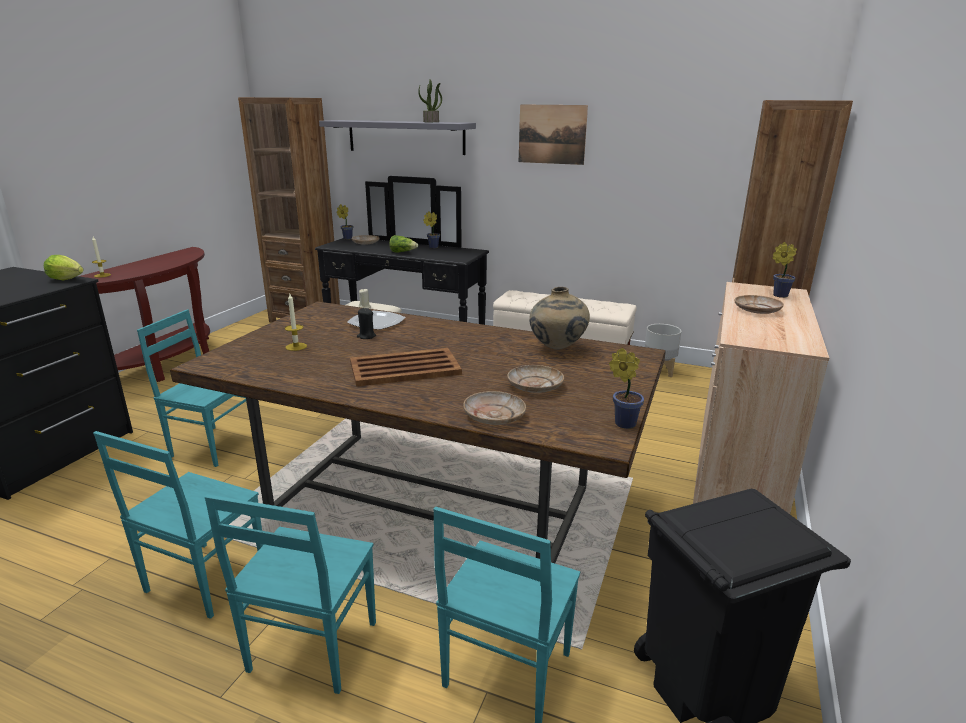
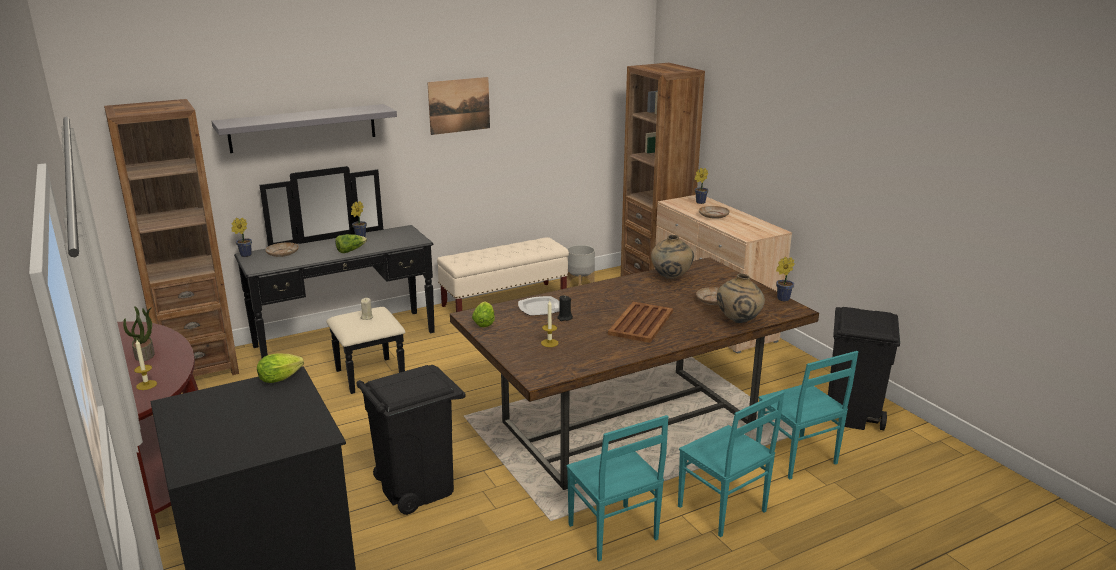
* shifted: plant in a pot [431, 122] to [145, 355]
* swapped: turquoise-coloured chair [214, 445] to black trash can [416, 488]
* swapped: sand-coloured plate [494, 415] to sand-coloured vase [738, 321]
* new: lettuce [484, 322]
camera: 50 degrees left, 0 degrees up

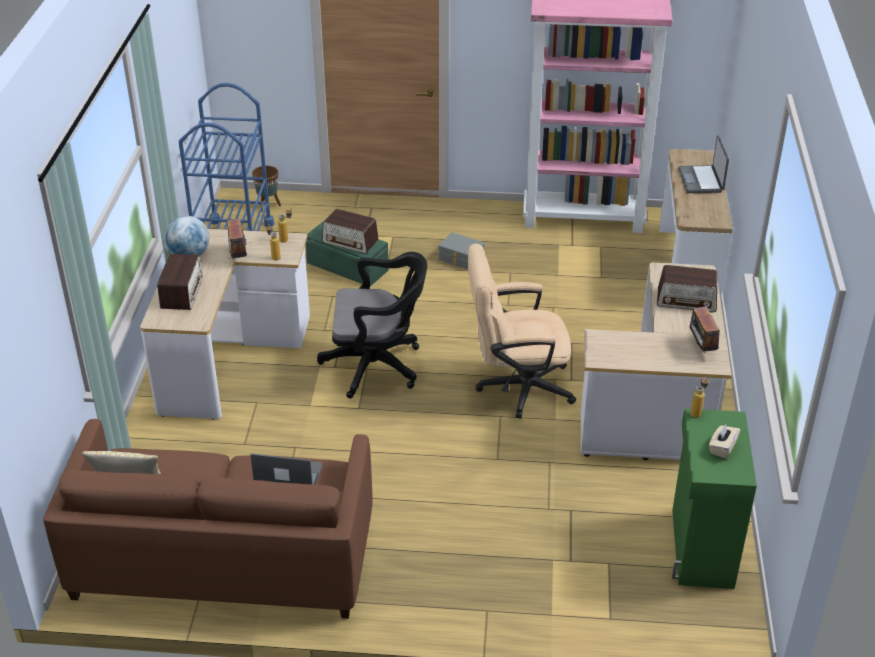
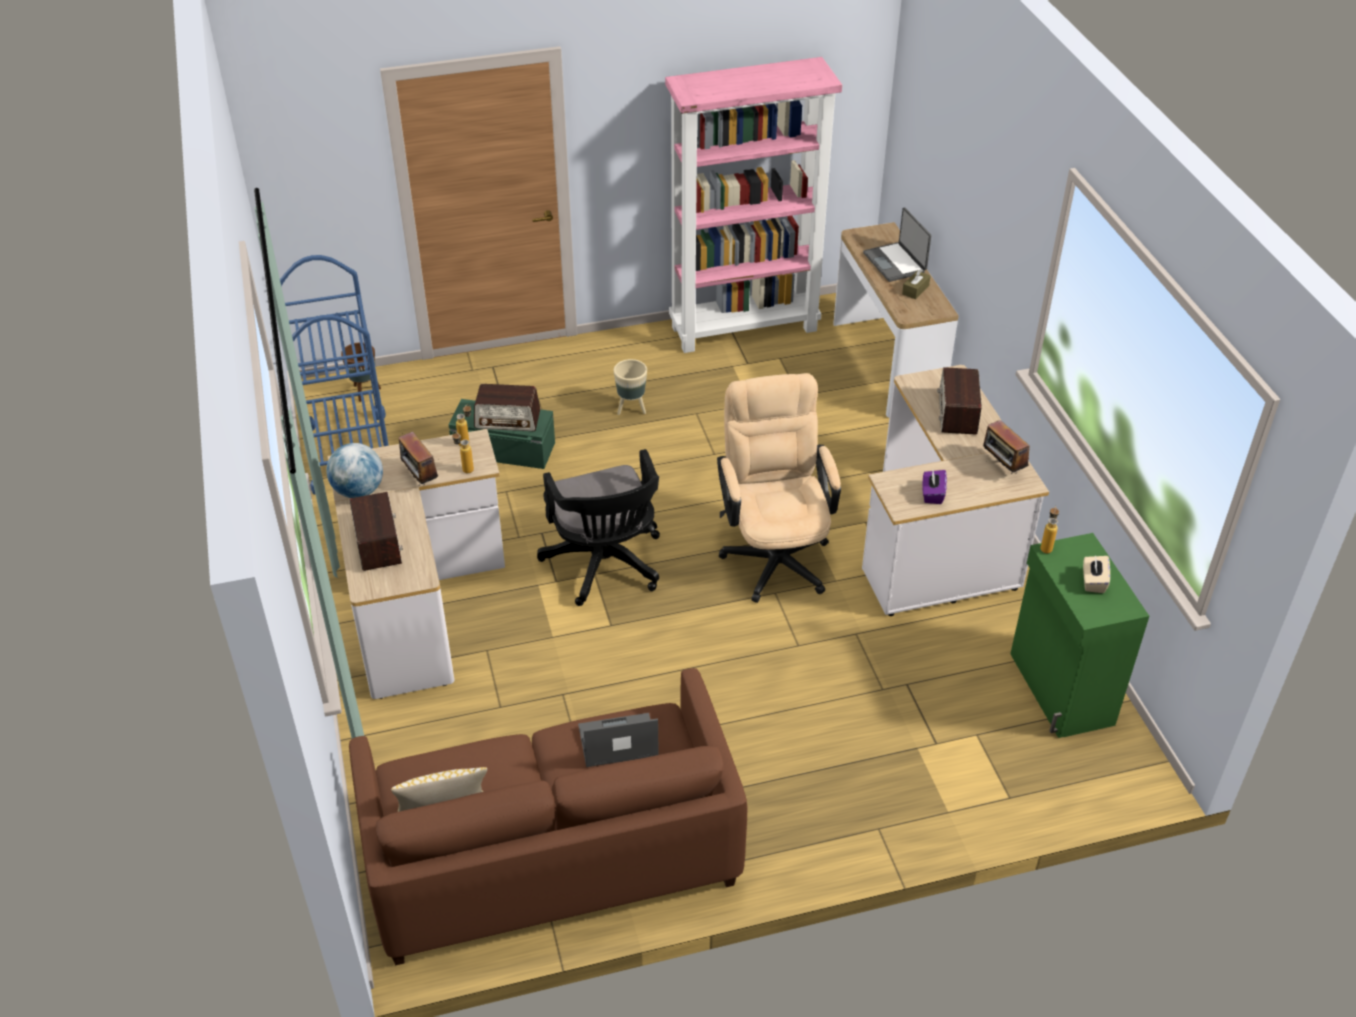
* swapped: greyish storage box [461, 259] to sand-coloured plant pot [631, 409]
* rotated: sand-coloured desk chair [516, 387] = [774, 553] 105 degrees clockwise
* rotated: black desk chair [378, 366] = [606, 567] 90 degrees clockwise
* rotated: radio [687, 300] = [957, 413] 105 degrees clockwise
* new: brownish tissue box [915, 290]
* new: purple-coloured tissue box [932, 494]
camera: 20 degrees left, 5 degrees up

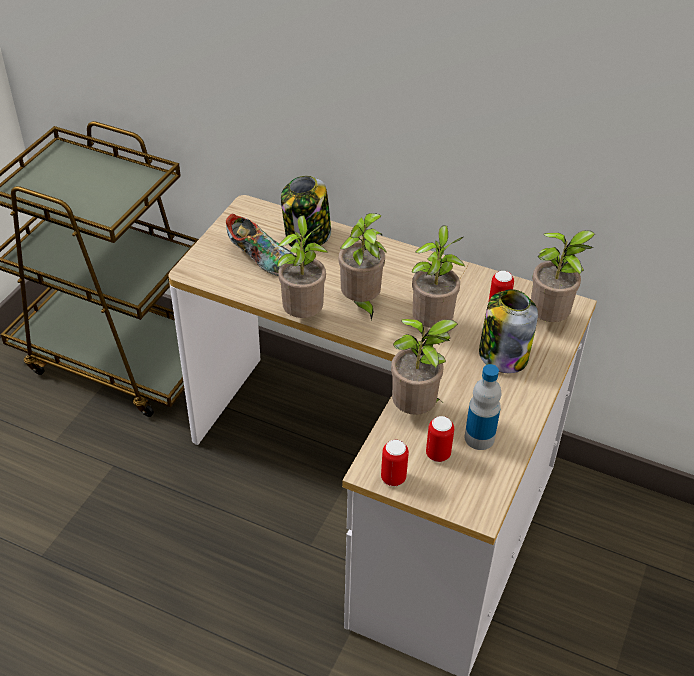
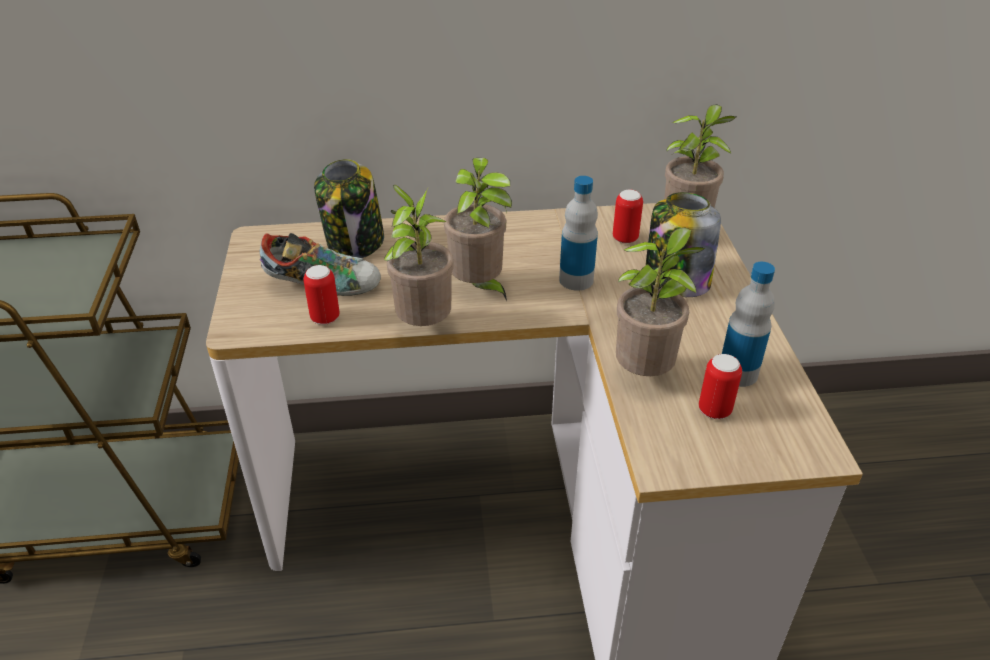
* swapped: plant in a pot [432, 325] to beverage bottle [576, 280]
* shifted: sealed can [393, 478] to [325, 318]
camera: 30 degrees left, 5 degrees down

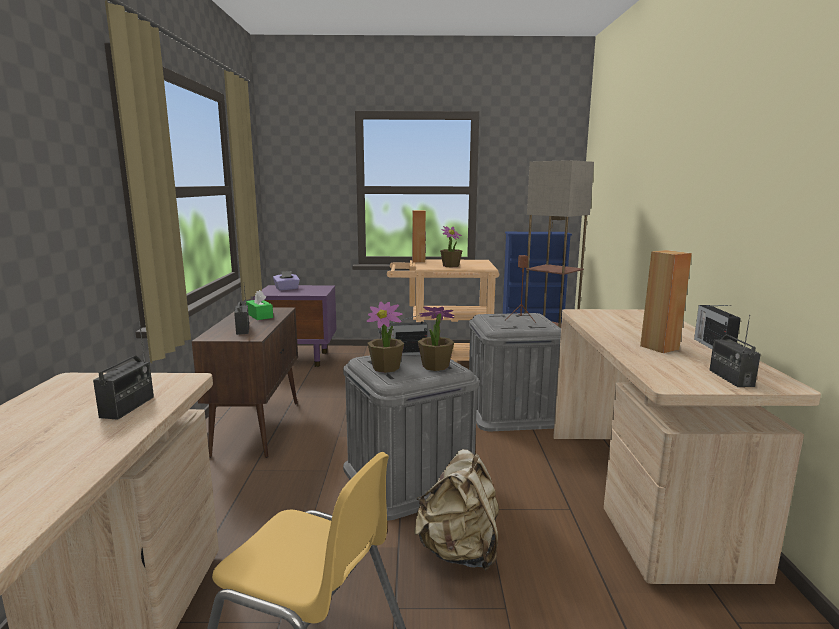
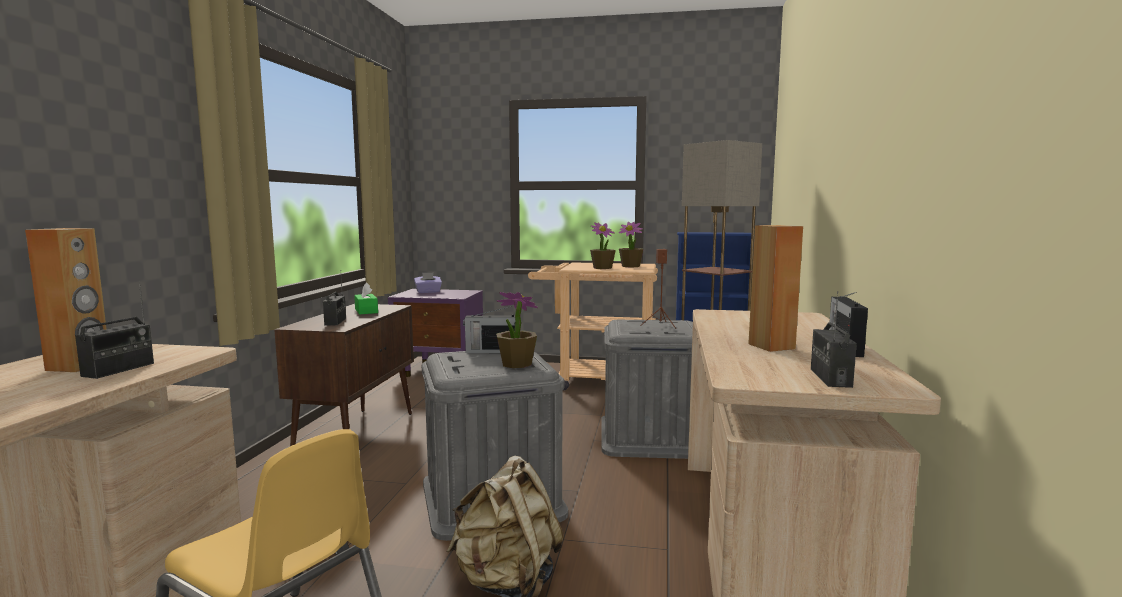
* shifted: brownish speaker [419, 261] to [79, 366]
* shifted: plant in a pot [386, 368] to [630, 266]
camera: 10 degrees right, 5 degrees down

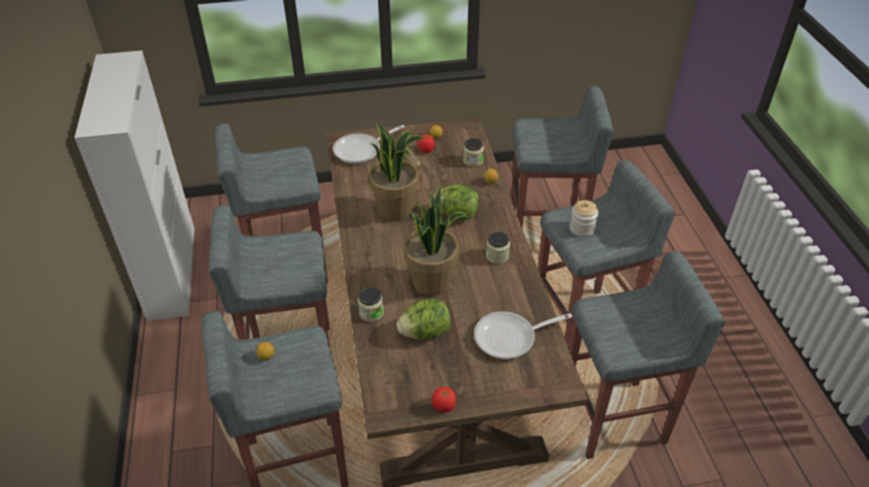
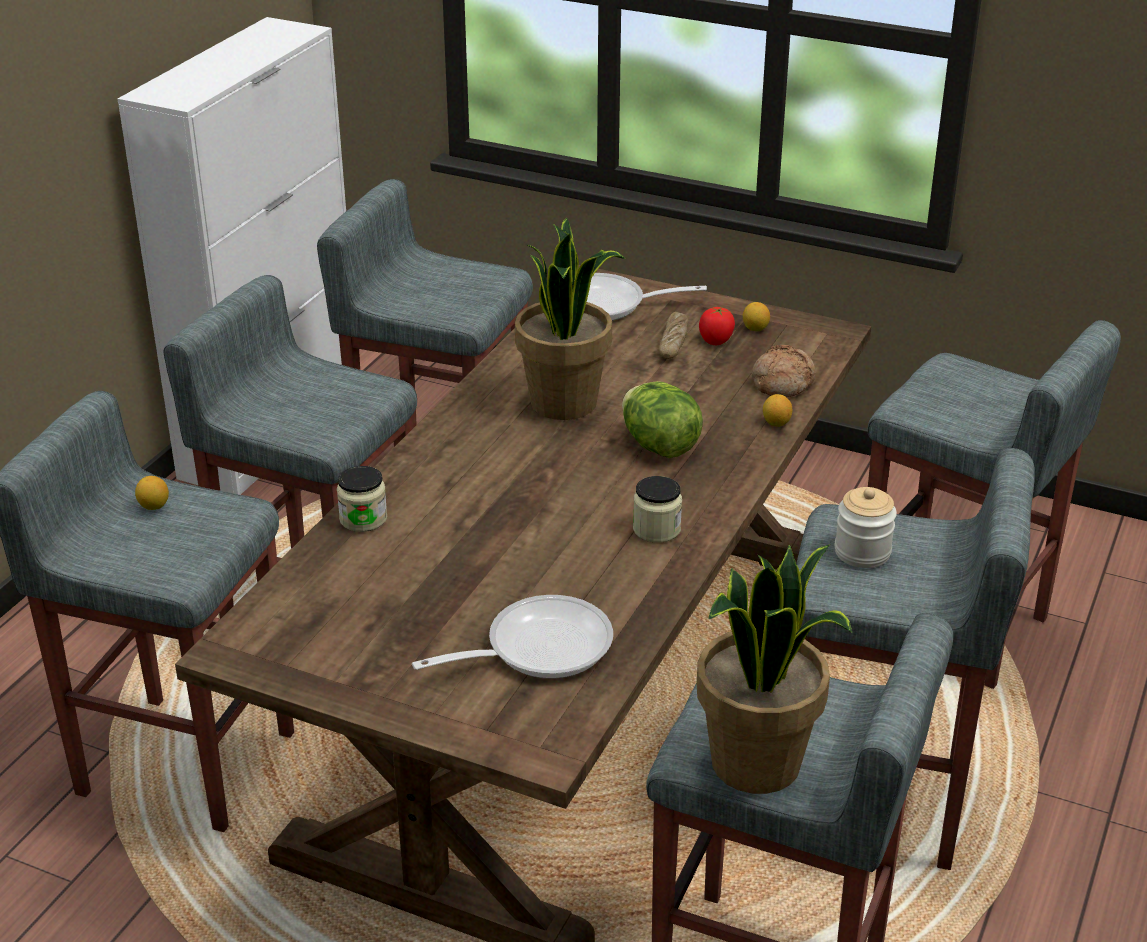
* swapped: jar [473, 160] to baked bread [781, 382]
* shifted: plant in a pot [432, 282] to [757, 764]
* gone: lettuce [425, 332]
* rotated: skillet [510, 338] = [538, 648] 135 degrees clockwise
* gone: whole tomato [443, 406]
camera: 35 degrees right, 10 degrees down

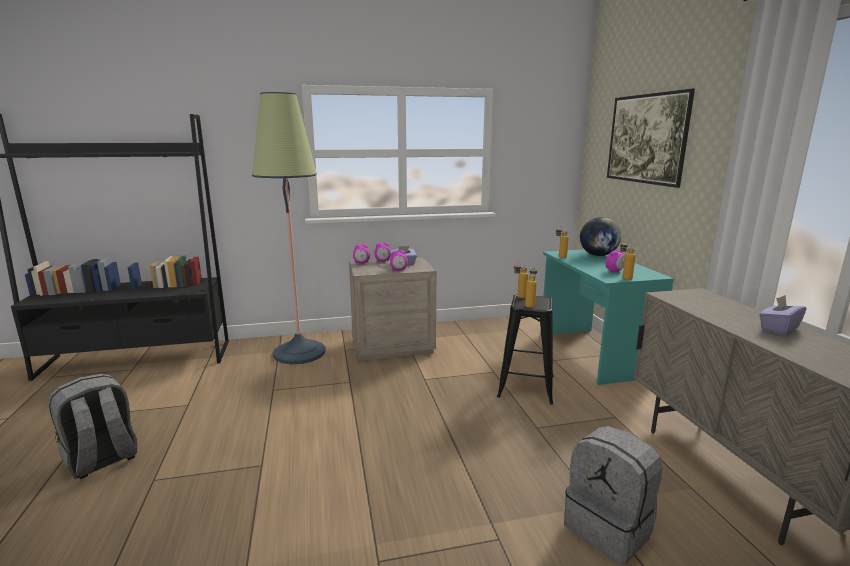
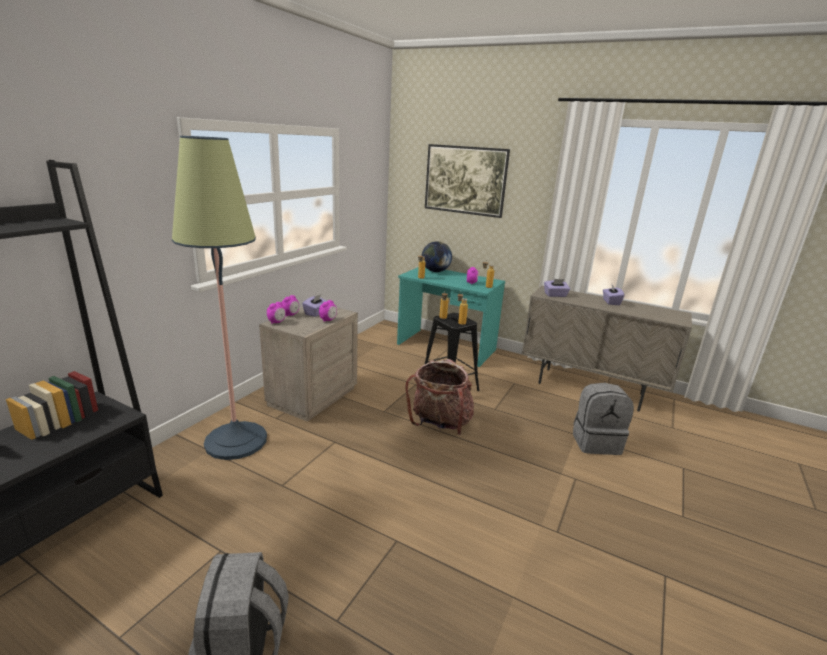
* new: purple-coloured tissue box [555, 295]
* new: backpack [440, 423]
camera: 50 degrees left, 5 degrees up

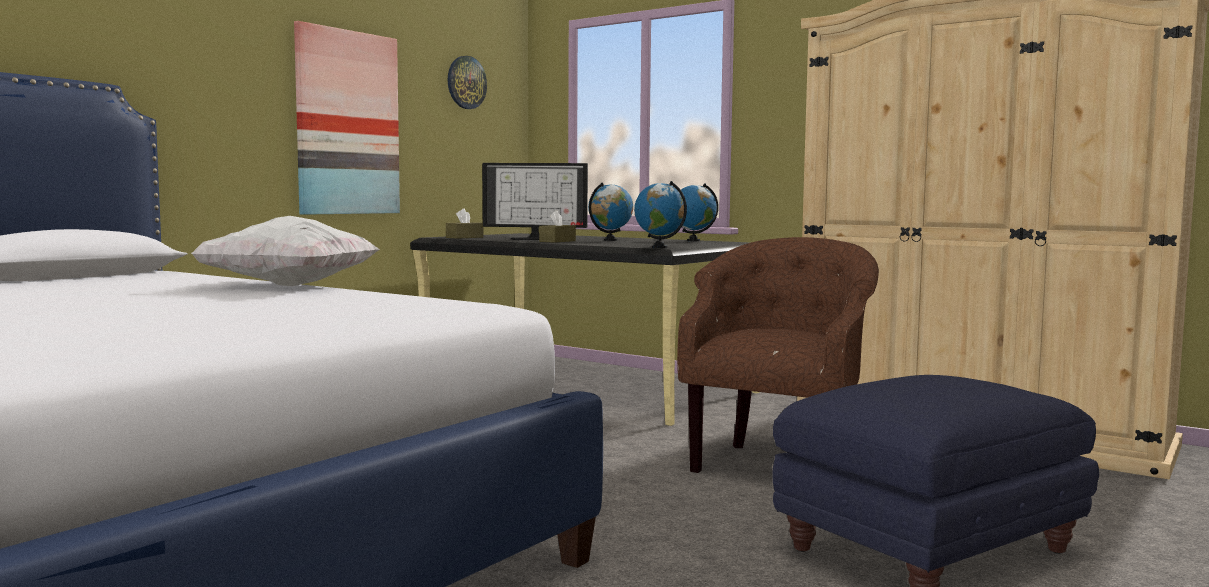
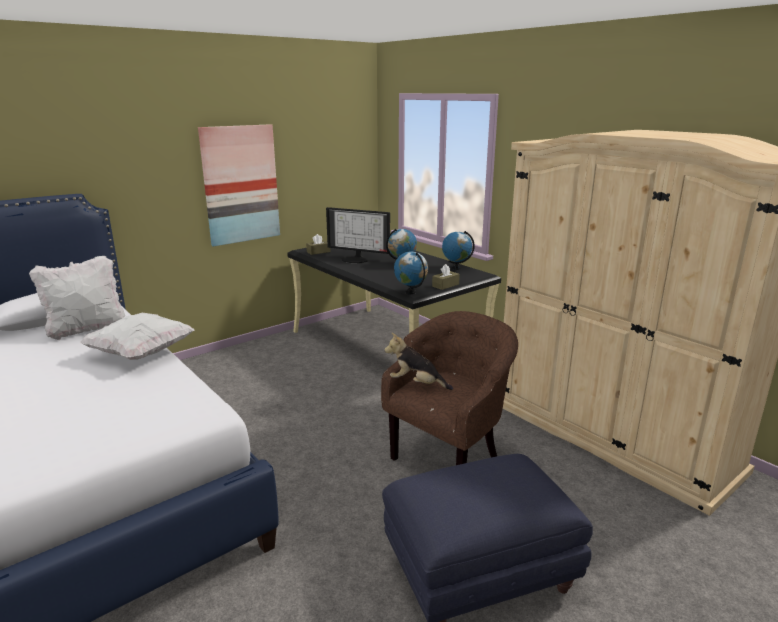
* gone: clock on the wall [466, 82]
* shifted: brownish tissue box [557, 241] to [445, 285]
* new: white-coloured throw pillow [87, 329]
* new: plush toy [416, 384]
camera: 15 degrees right, 15 degrees up

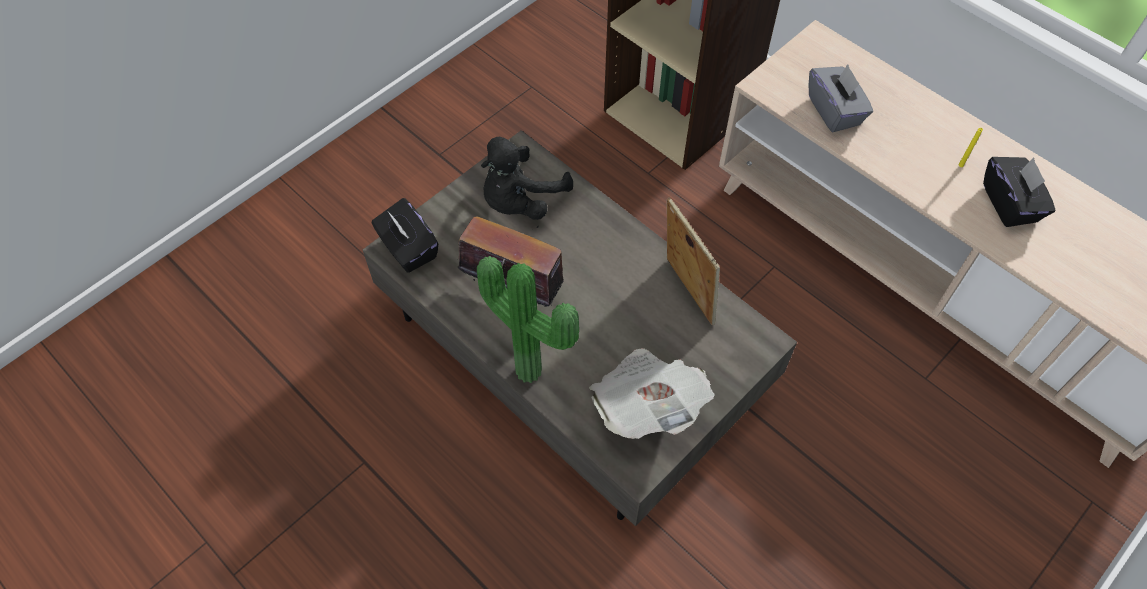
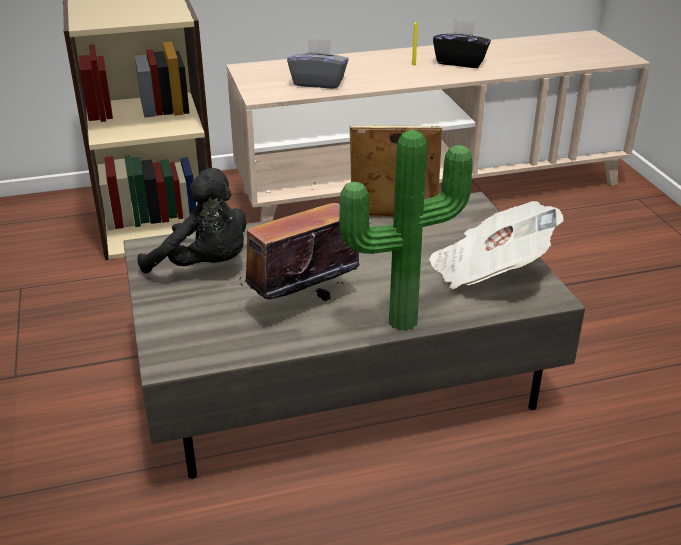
* rotated: black plush toy [520, 200] = [205, 265] 45 degrees counterclockwise
* gone: black tissue box [408, 249]
camera: 60 degrees left, 25 degrees down

